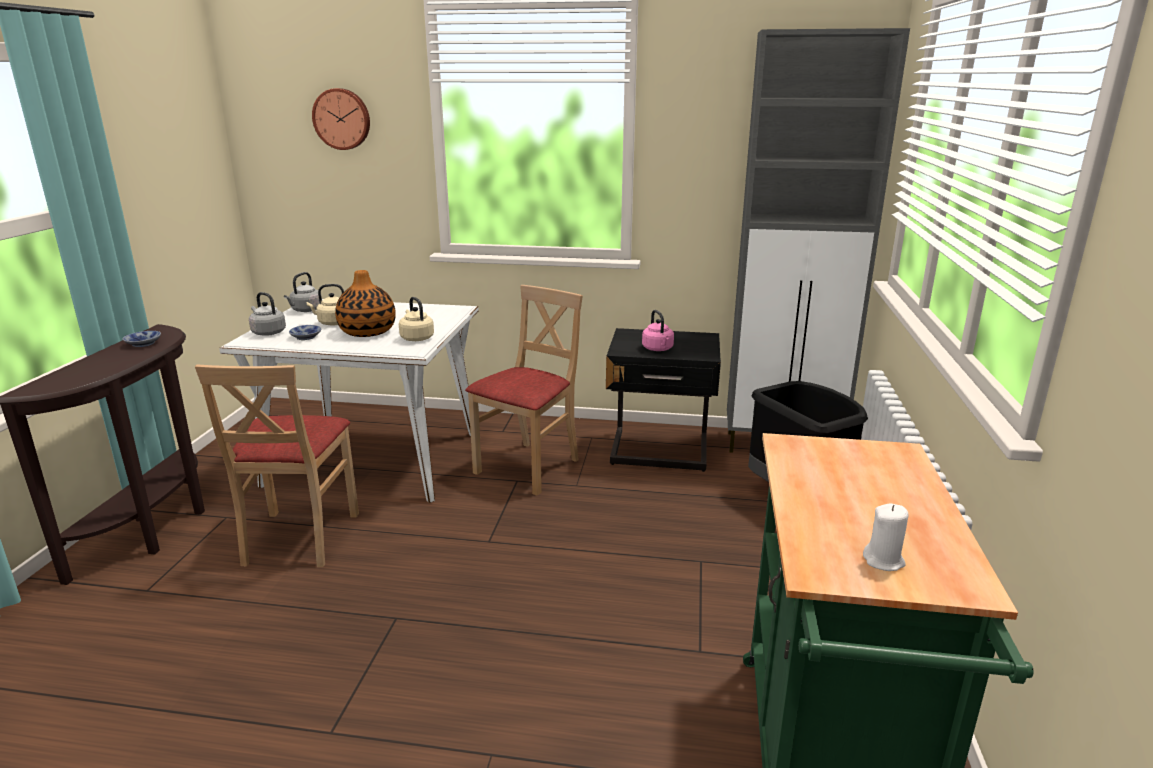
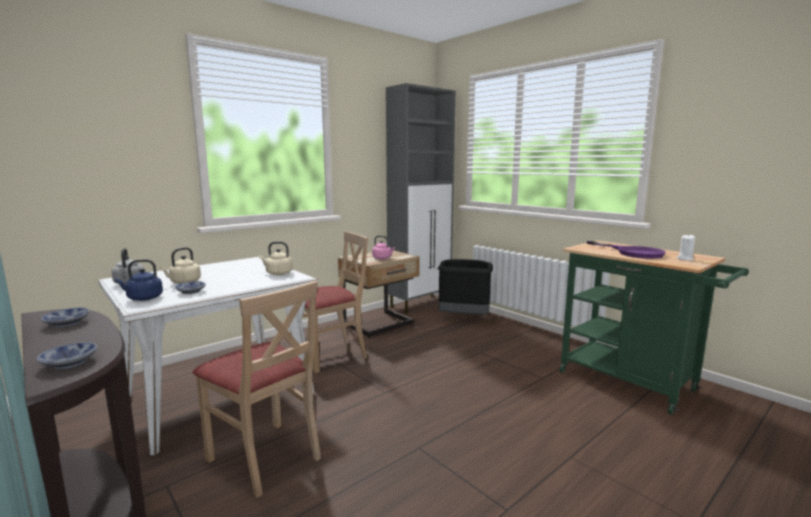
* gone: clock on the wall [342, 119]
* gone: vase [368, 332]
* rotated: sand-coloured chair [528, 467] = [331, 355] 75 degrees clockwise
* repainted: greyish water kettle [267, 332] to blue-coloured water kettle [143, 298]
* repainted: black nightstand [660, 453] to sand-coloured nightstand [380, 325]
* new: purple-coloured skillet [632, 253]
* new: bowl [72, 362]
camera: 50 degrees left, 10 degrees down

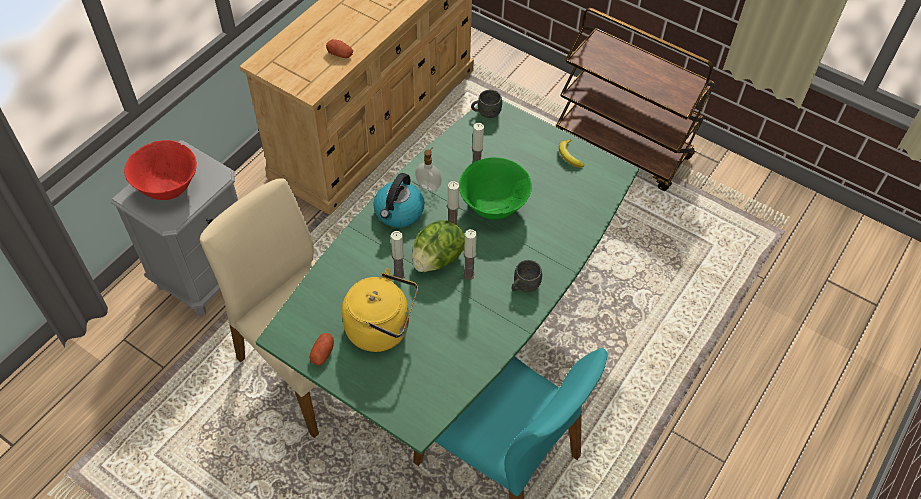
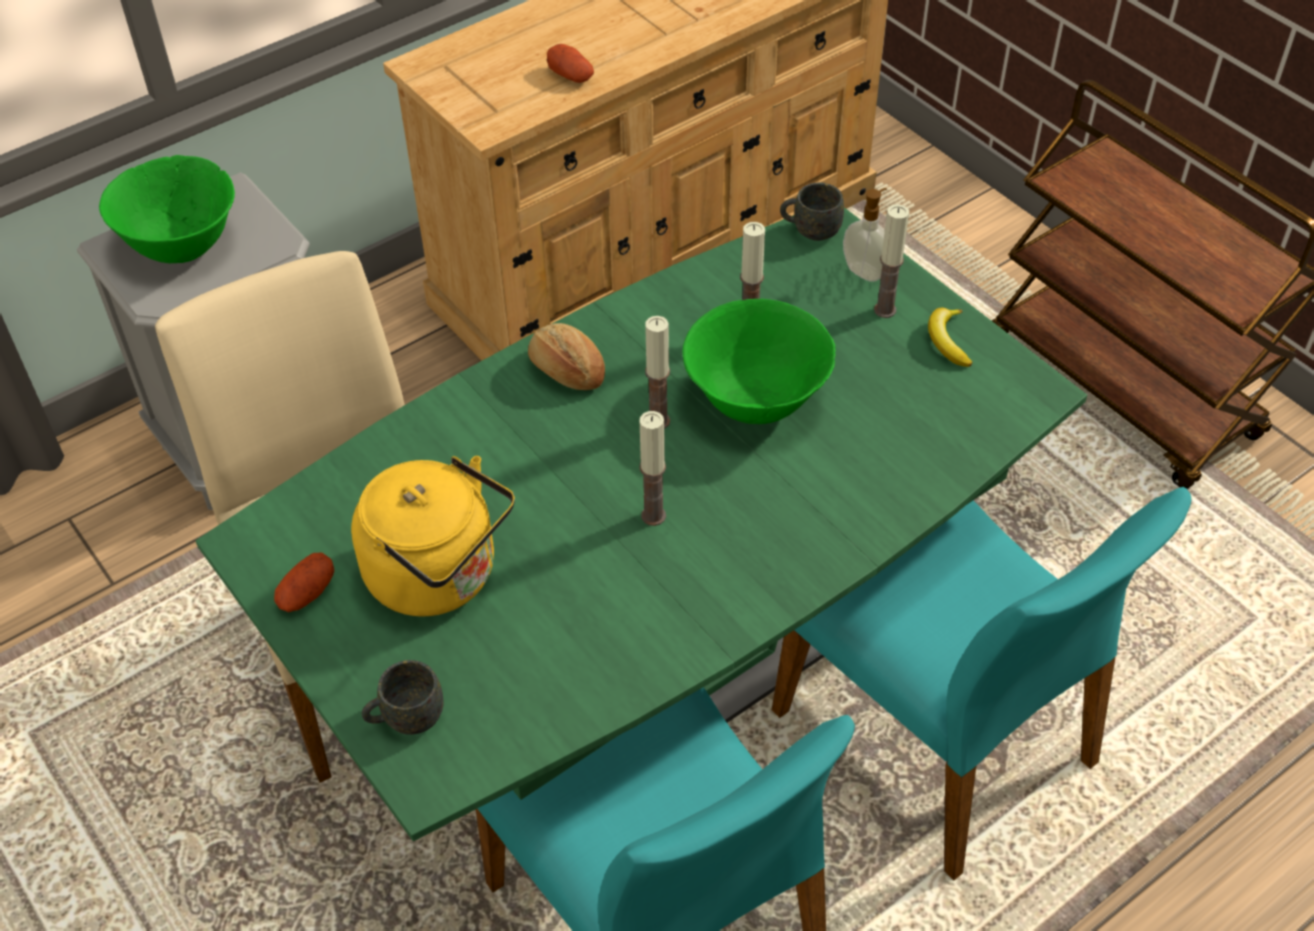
* repainted: red bowl [168, 187] to green bowl [181, 245]
* shifted: liquid soap bottle [428, 186] to [865, 271]
* swapped: water kettle [399, 212] to baked bread [566, 371]
* gone: lettuce [437, 259]
* shifted: wax light [399, 276] to [885, 310]
* shifted: greyish tea mug [524, 286] to [405, 718]
* new: turquoise-coloured chair [939, 737]
camera: 20 degrees right, 5 degrees down

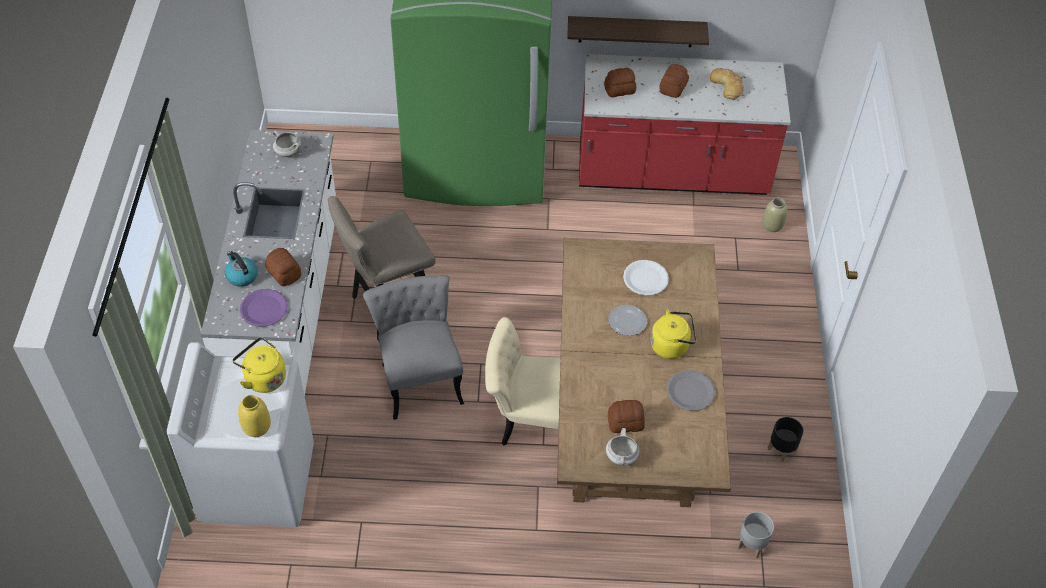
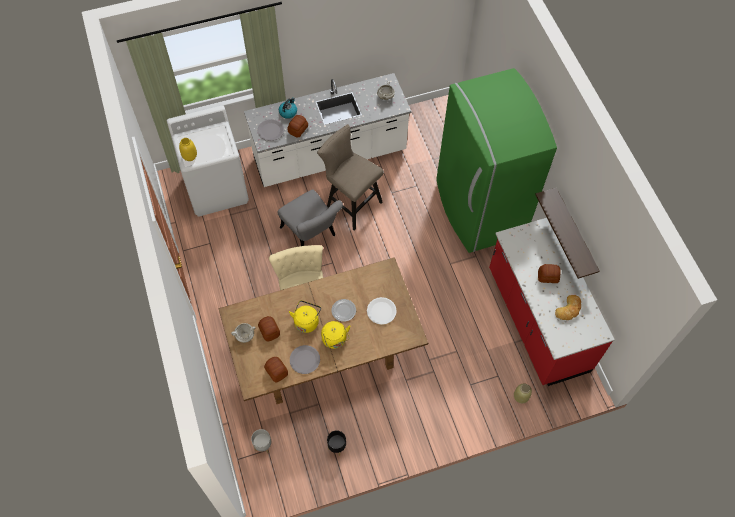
* shifted: baked bread [620, 90] to [276, 371]
* rotated: greyish chair [419, 376] = [311, 235] 90 degrees clockwise
* repainted: purple-coloured plate [264, 309] to greyish plate [270, 130]
* shifted: yellowish water kettle [263, 378] to [306, 321]
camera: 70 degrees right, 10 degrees up

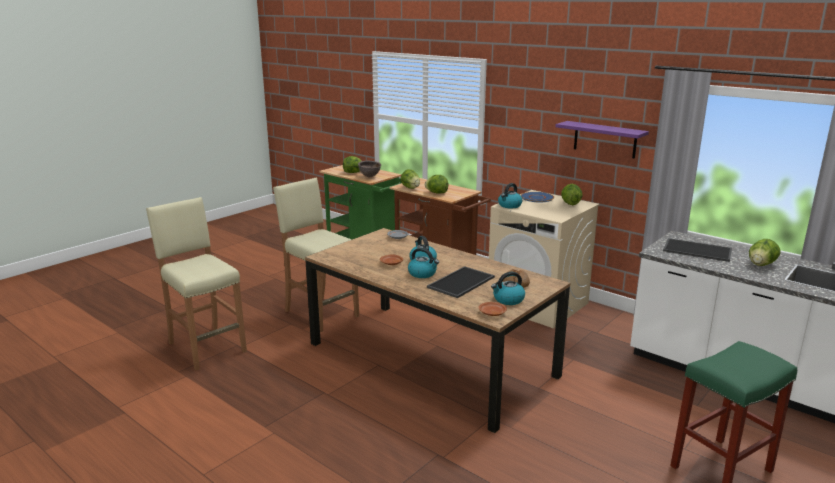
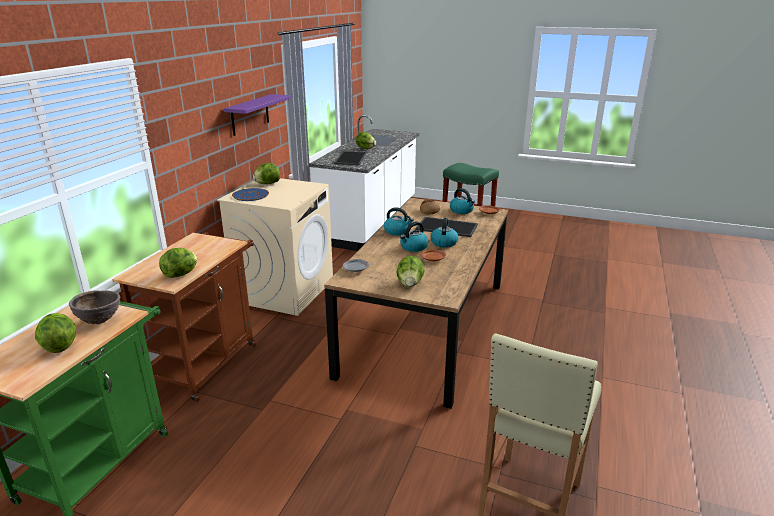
* shifted: lettuce [436, 193] to [410, 284]
* gone: sand-coloured stool [321, 313]
* shifted: water kettle [509, 205] to [397, 231]
camera: 110 degrees left, 5 degrees up

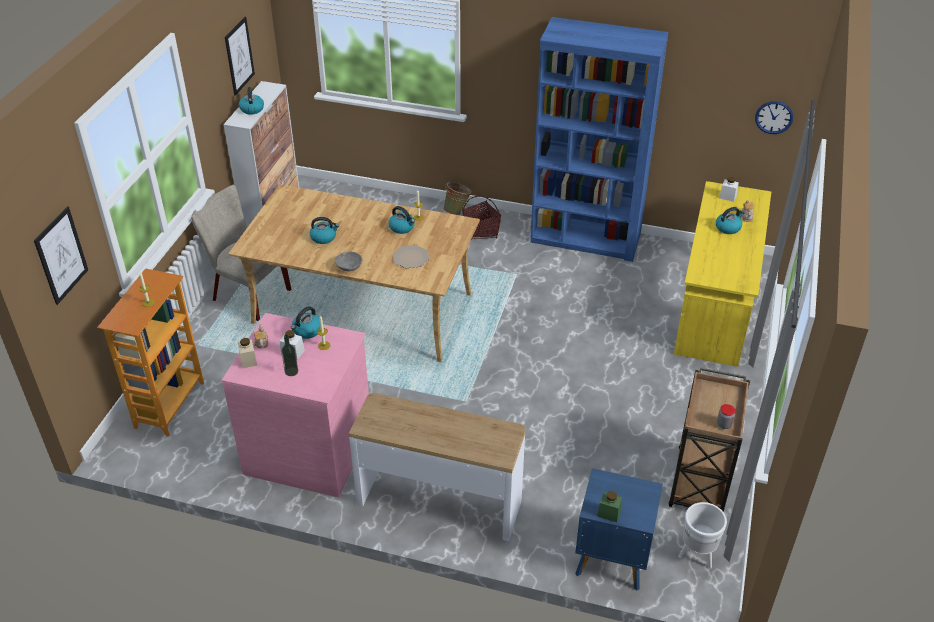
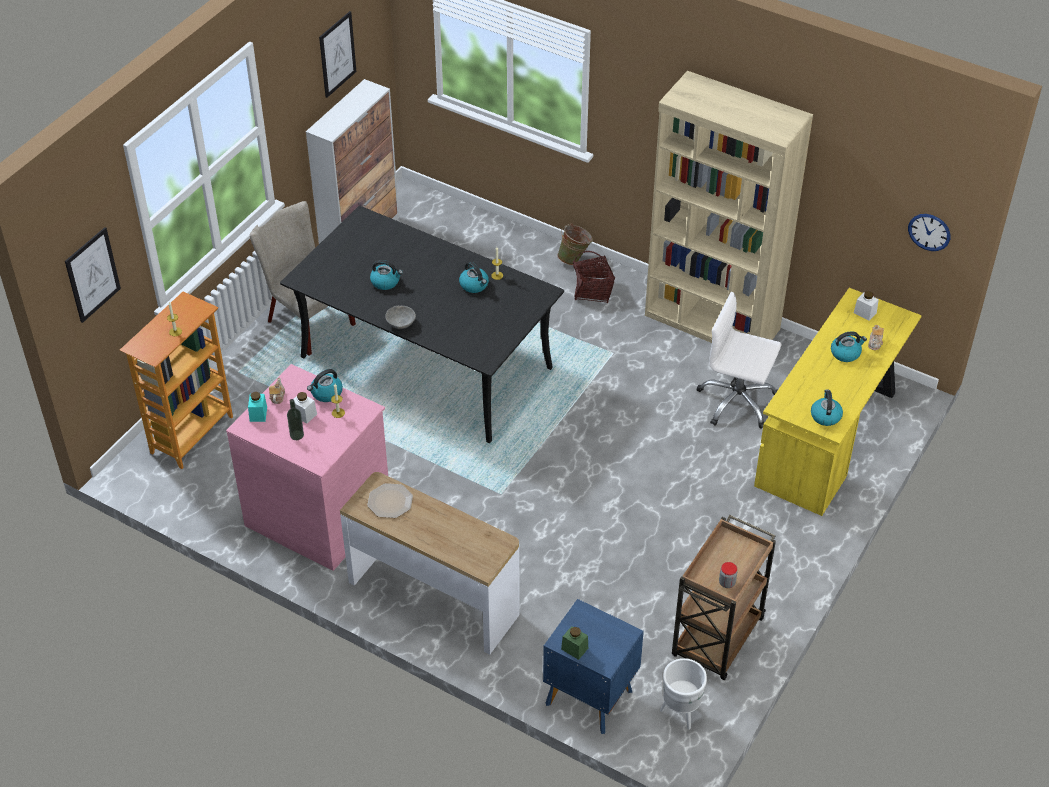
* repainted: blue-coloured bookcase [585, 239] to sand-coloured bookcase [712, 323]
* shifted: water kettle [252, 109] to [825, 416]
* repainted: sand-coloured dinner table [362, 308] to black dinner table [425, 362]
* shifted: plate [411, 257] to [390, 501]
* repainted: sand-coloured jar [248, 360] to turquoise-coloured jar [258, 414]
* new: white-coloured desk chair [737, 401]
camera: 15 degrees right, 5 degrees up

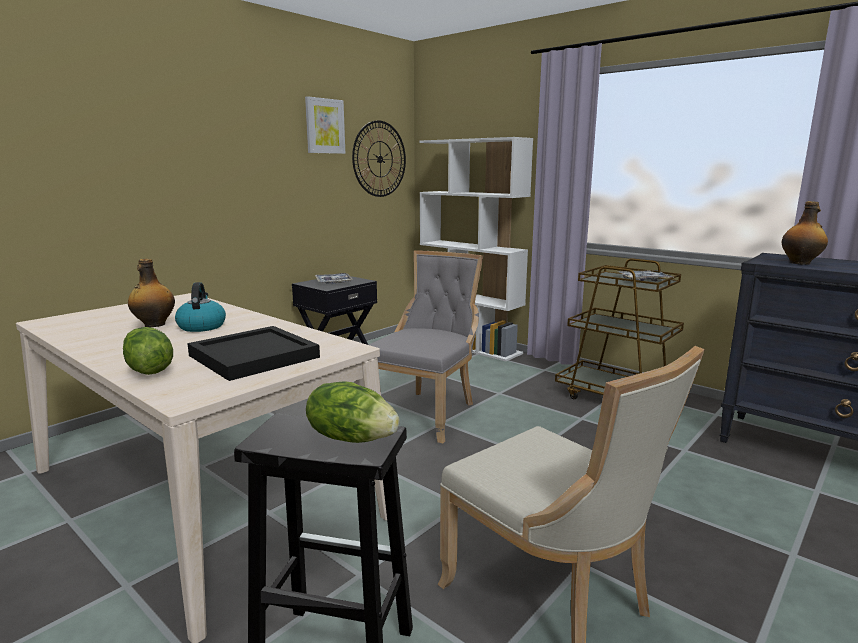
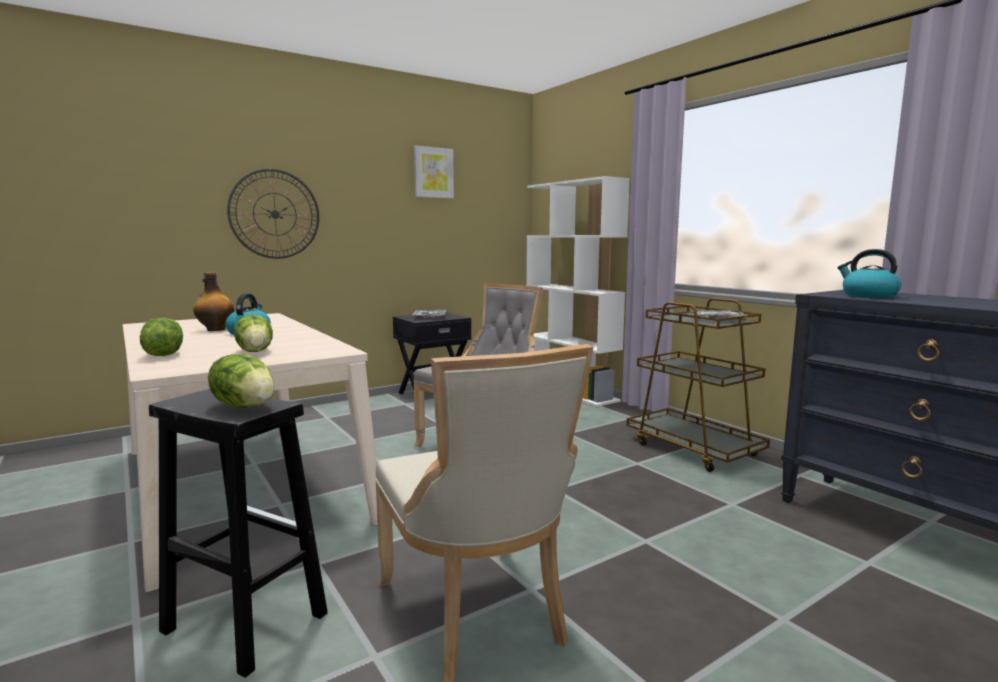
* shifted: clock on the wall [379, 159] to [275, 214]
* swapped: beverage bottle [800, 263] to water kettle [868, 296]
* swapped: black serving tray [254, 356] to lettuce [256, 351]
camera: 15 degrees right, 5 degrees down

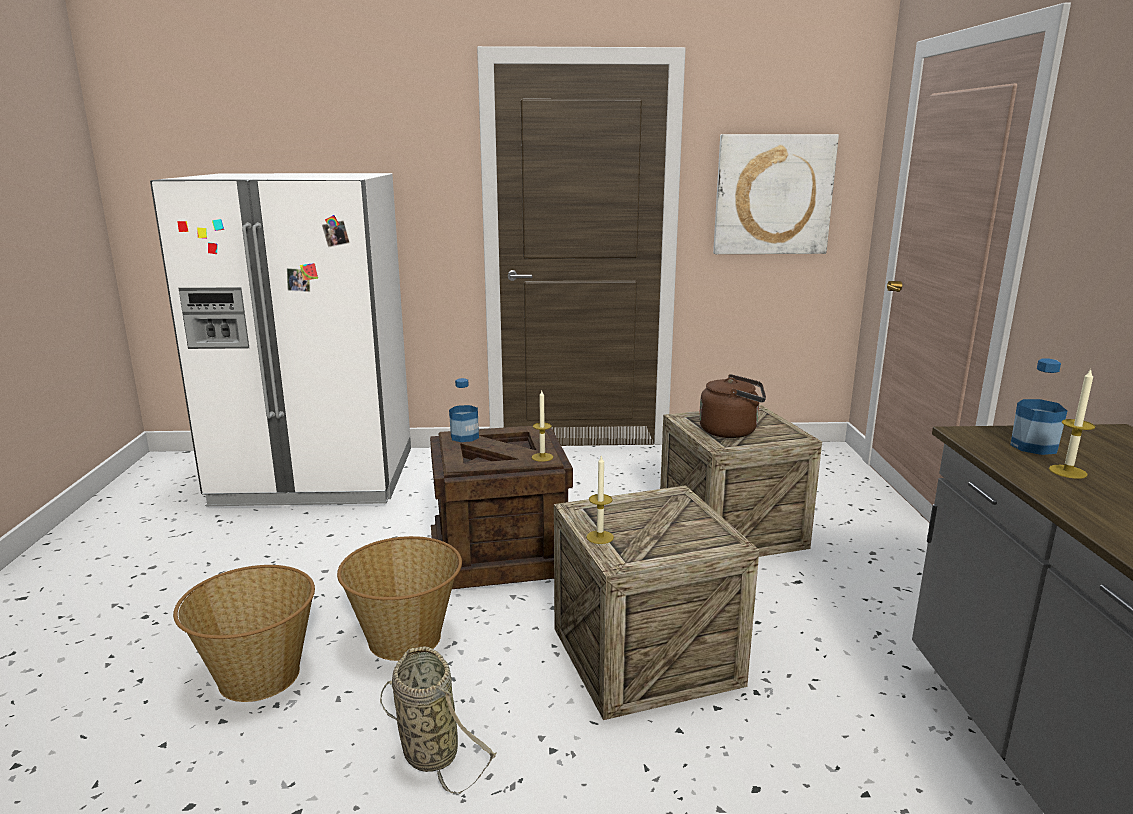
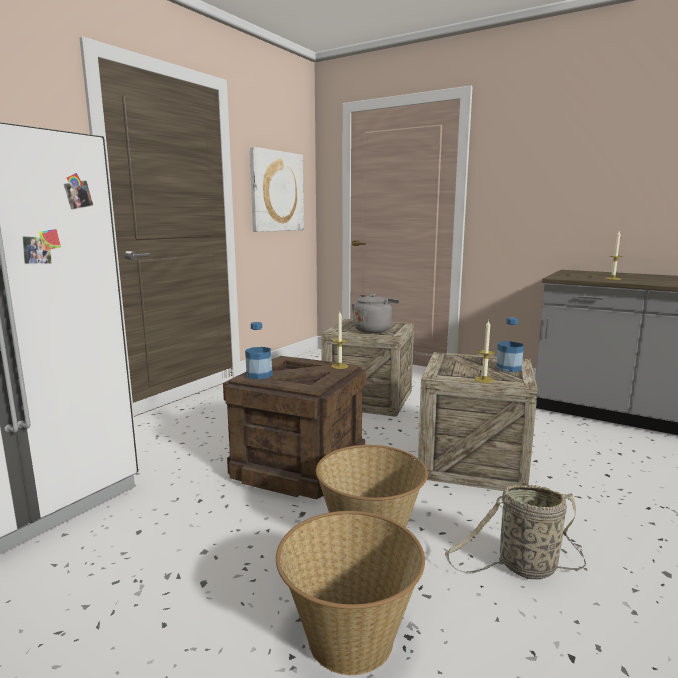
* shifted: beverage bottle [1034, 446] to [508, 368]
* repainted: brownish water kettle [732, 431] to greyish water kettle [373, 330]
camera: 55 degrees left, 5 degrees down

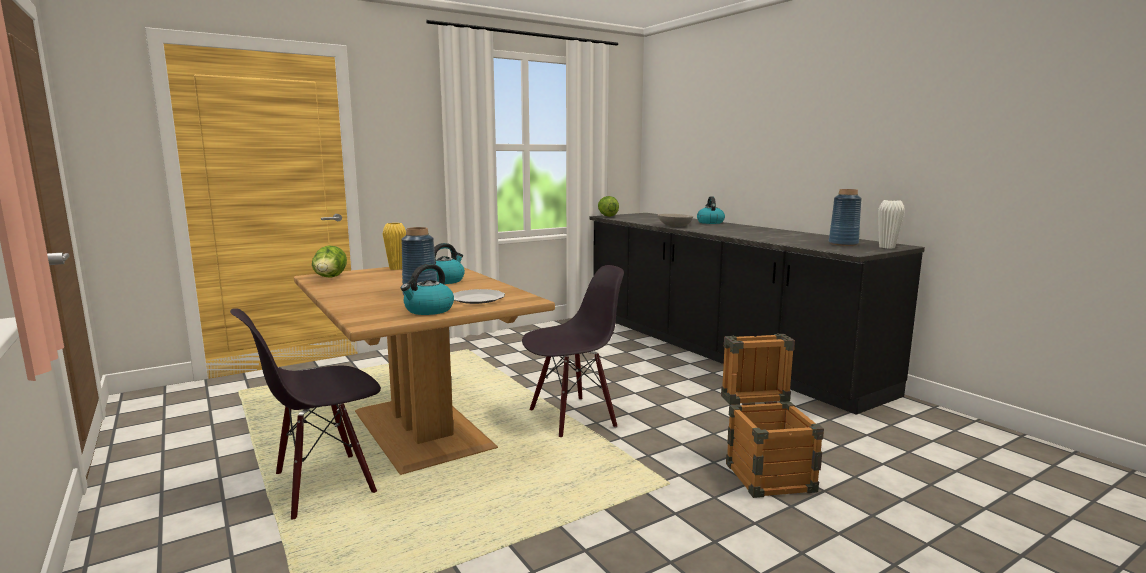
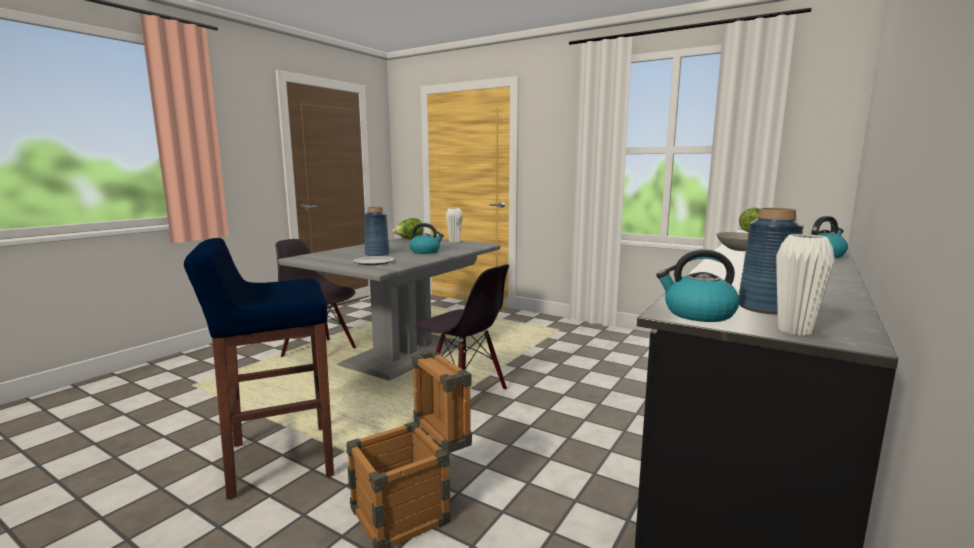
* repainted: yellowish vase [396, 268] to white-coloured vase [454, 241]
* shifted: water kettle [428, 310] to [698, 314]
* repainted: brownish dinner table [419, 430] to greyish dinner table [402, 354]
* new: blue-coloured stool [279, 460]
camera: 65 degrees right, 0 degrees up

